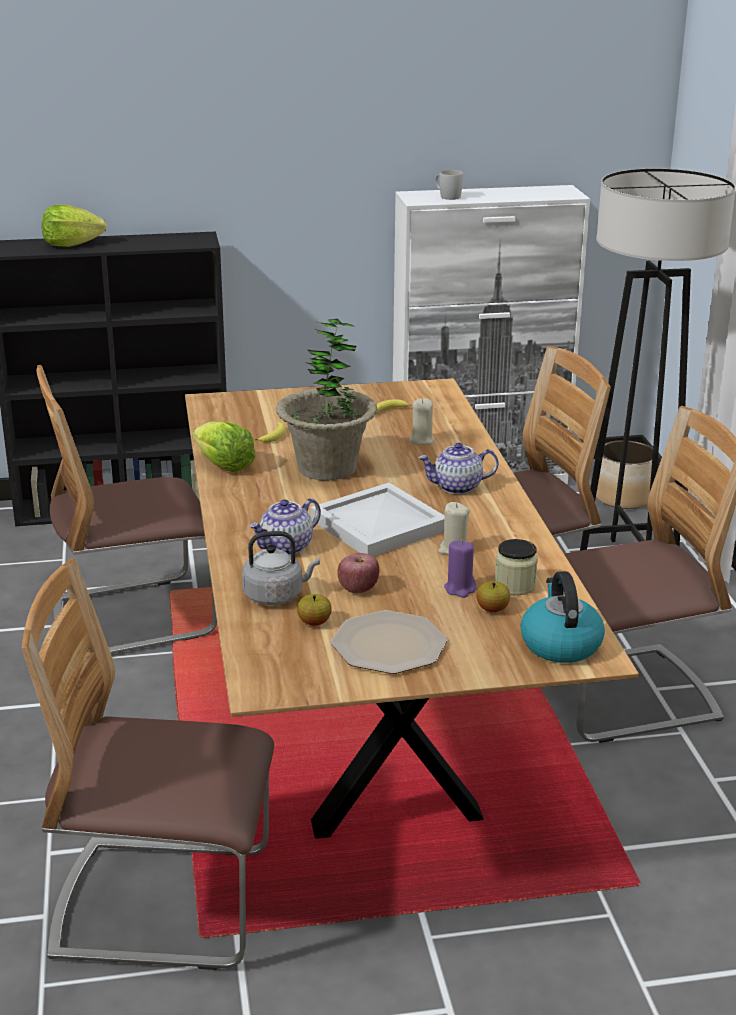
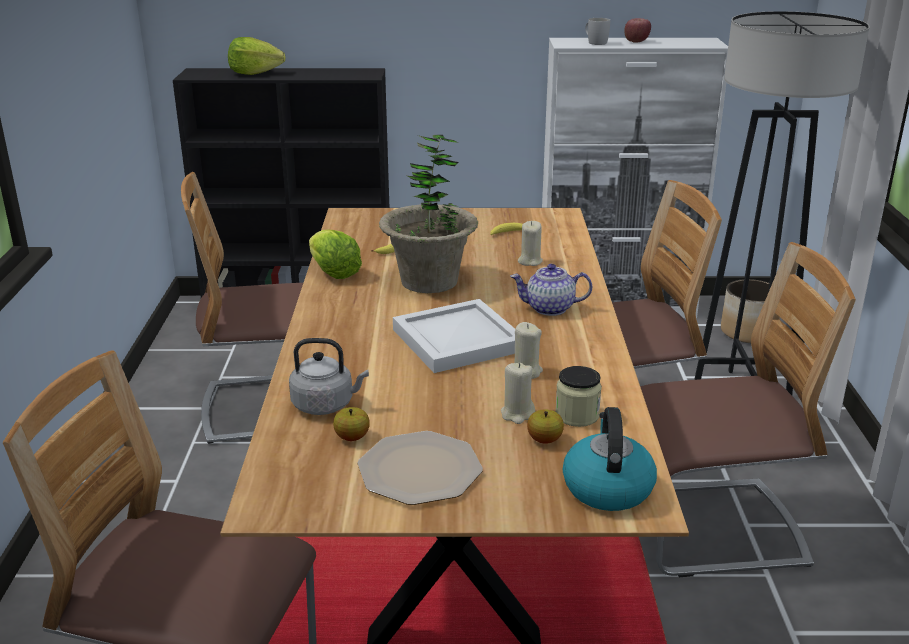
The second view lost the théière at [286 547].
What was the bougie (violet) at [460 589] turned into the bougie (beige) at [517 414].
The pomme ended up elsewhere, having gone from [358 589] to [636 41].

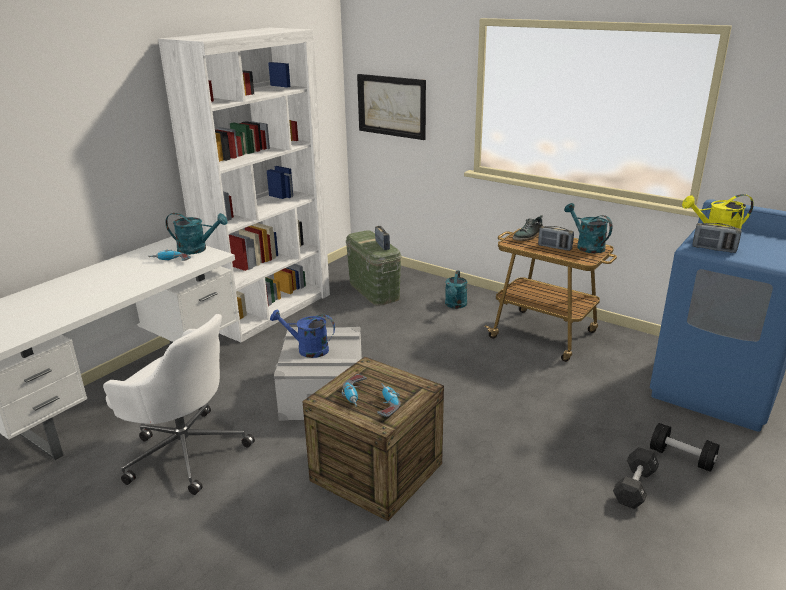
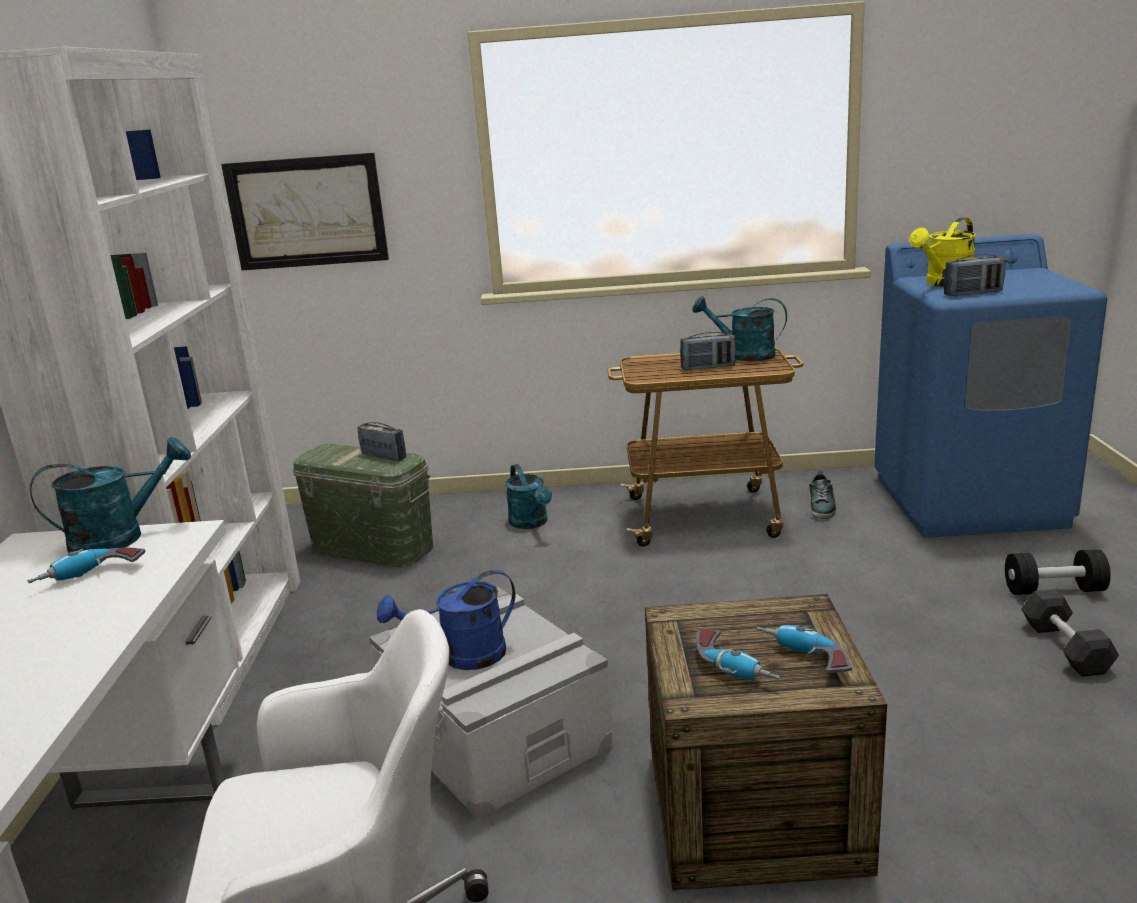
The chaussure ended up elsewhere, having gone from [528 236] to [822 507].

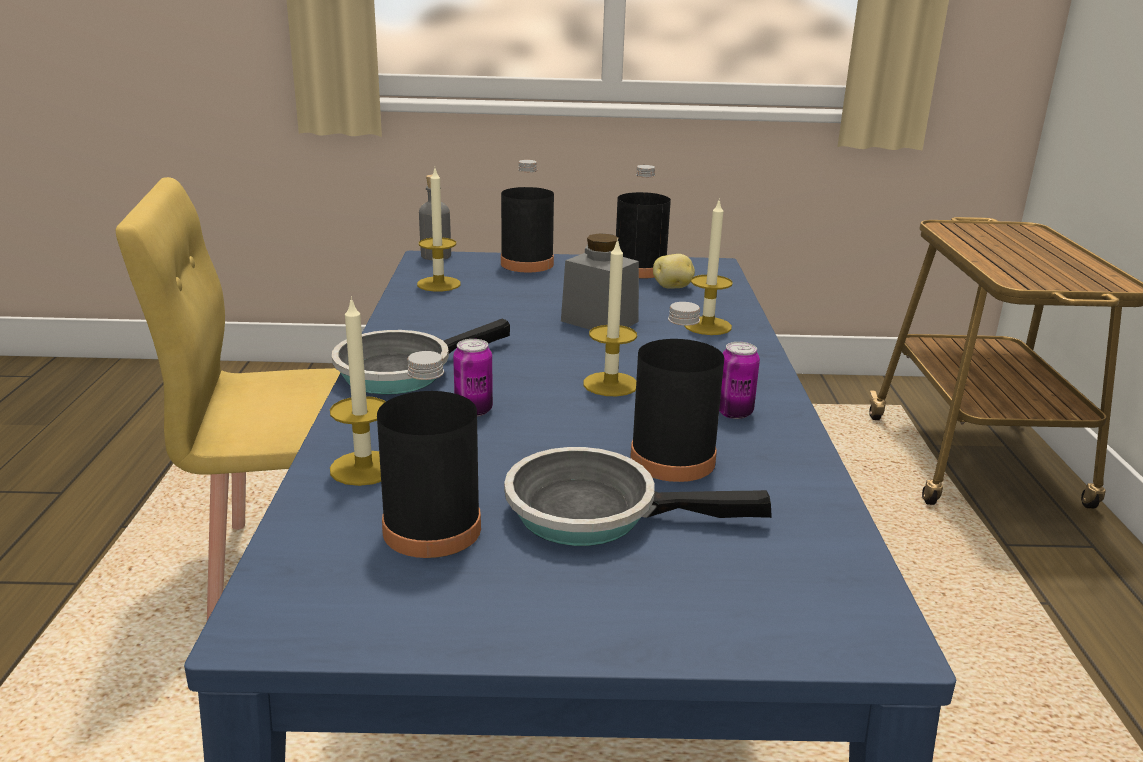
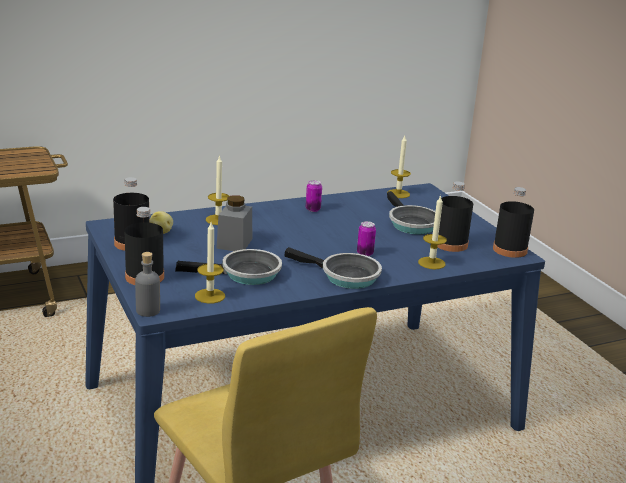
The bougie ended up elsewhere, having gone from [610 384] to [398 194].
The bouteille (noir) ended up elsewhere, having gone from [672 460] to [510 250].
The second view gained the poêle at [245 274].

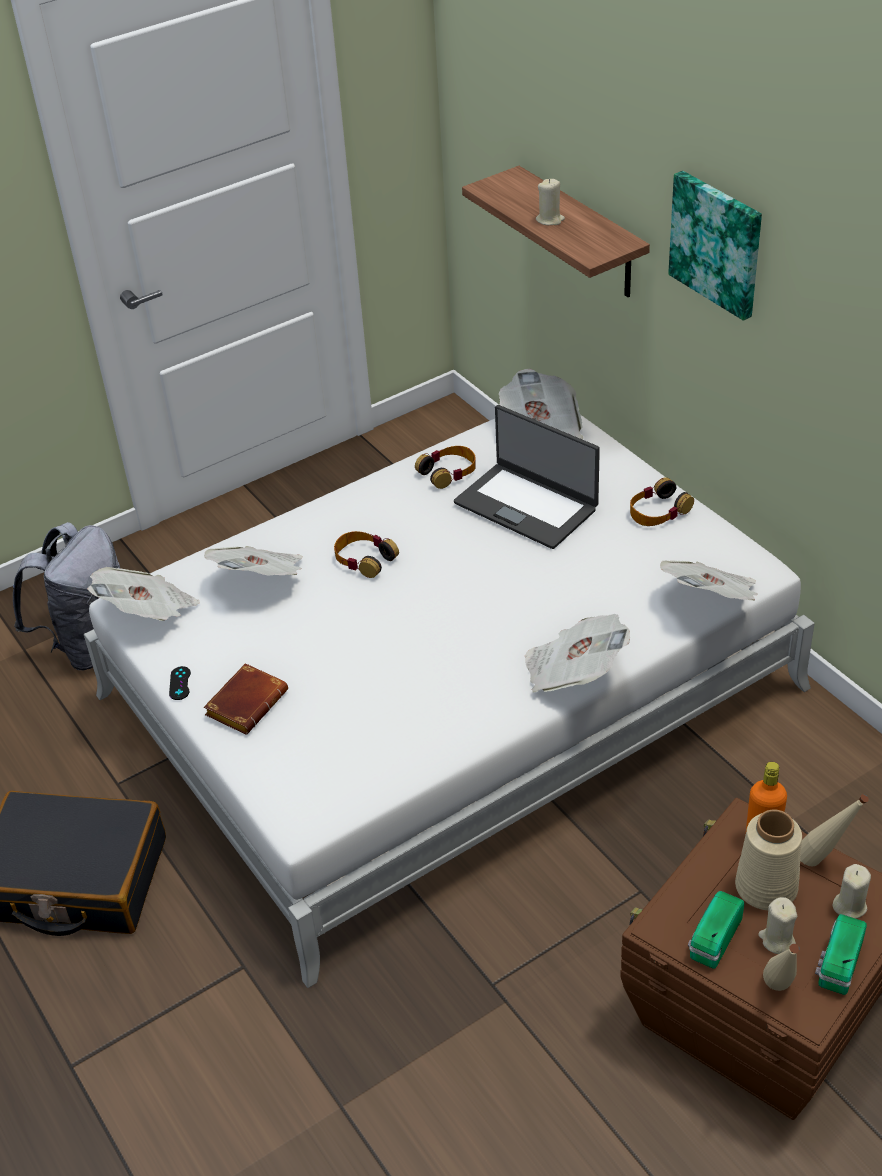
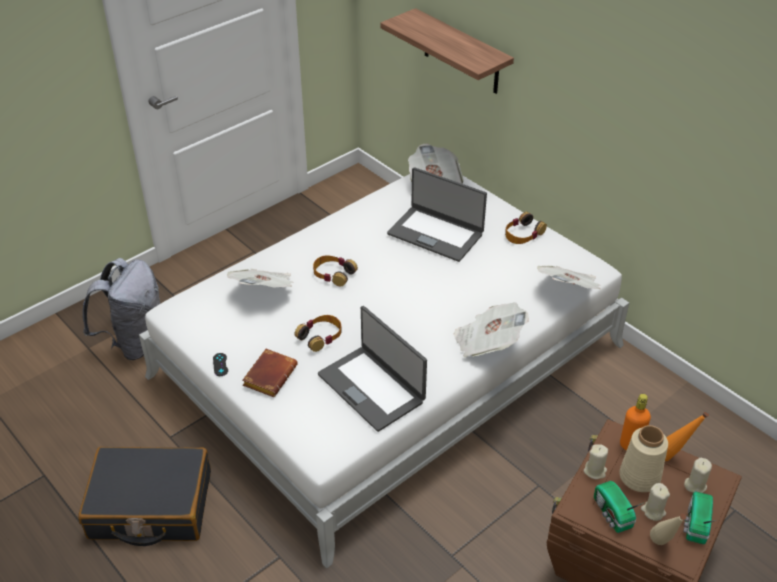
The second view lost the tableau at [717 243].
The bougie (beige) ended up elsewhere, having gone from [550 220] to [595 471].
The casque audio ended up elsewhere, having gone from [448 472] to [320 336].
The second view lost the journal at [149 613].
What was the bouteille (beige) at [824 862] turned into the bouteille (orange) at [673 458].
The radio at [713 940] ended up facing another way, 45 degrees counterclockwise from before.
The second view gained the ordinateur portable at [372 387].

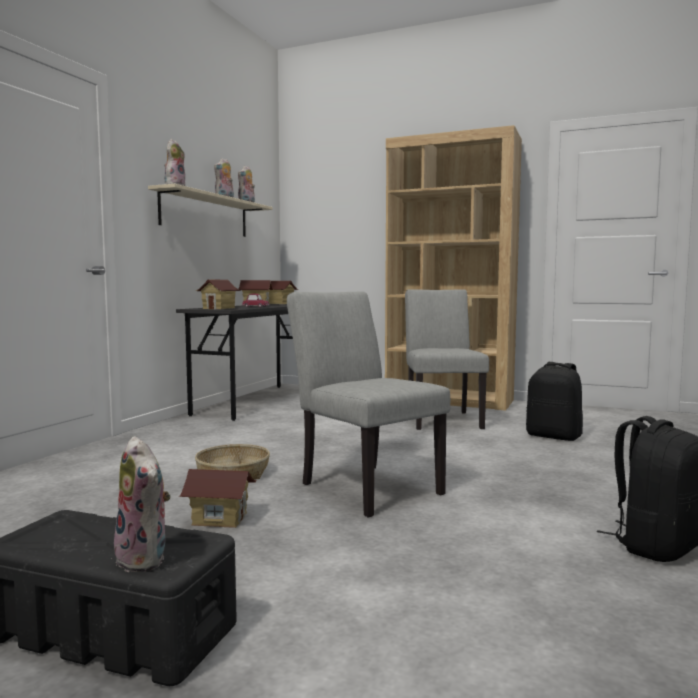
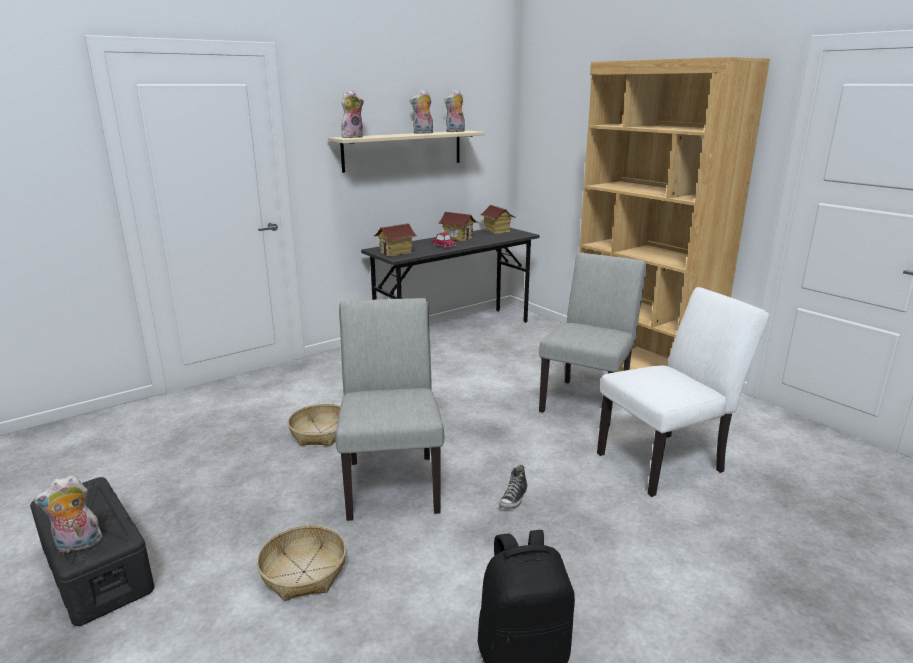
Where the sac à dos (noir) stood at [554 436], the chaise (blanc) came to stand at [667 461].
The peluche at [146 559] ended up facing another way, 75 degrees clockwise from before.
The second view lost the maison miniature at [220 519].
The second view gained the chaussure at [514 499].
The second view gained the panier at [304 571].

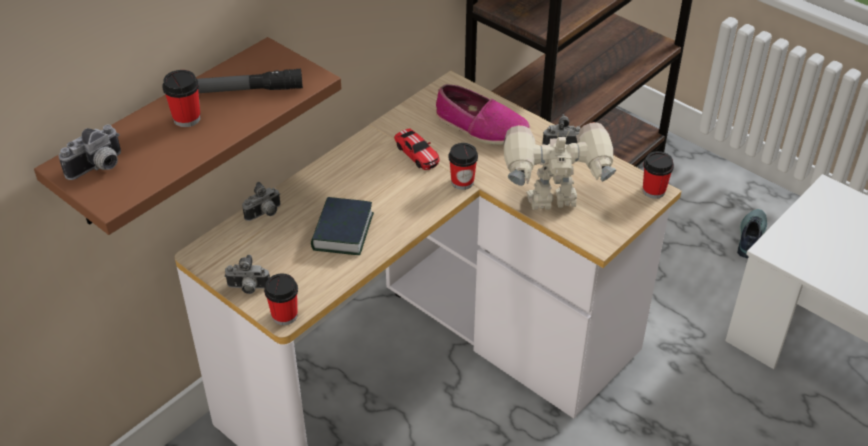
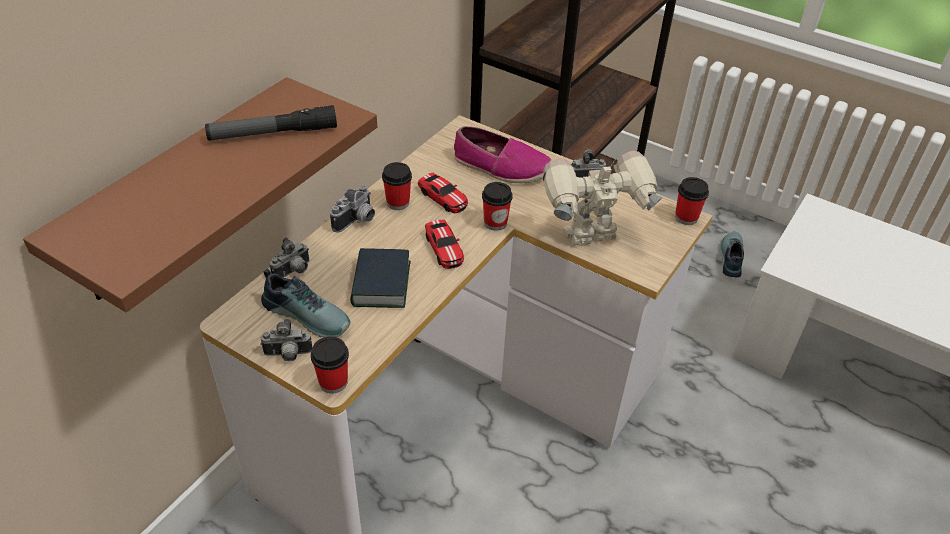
The tasse ended up elsewhere, having gone from [187 118] to [398 203].
The appareil photo ended up elsewhere, having gone from [98 168] to [357 221].
The second view gained the petite voiture at [444 248].
The second view gained the chaussure at [308 314].

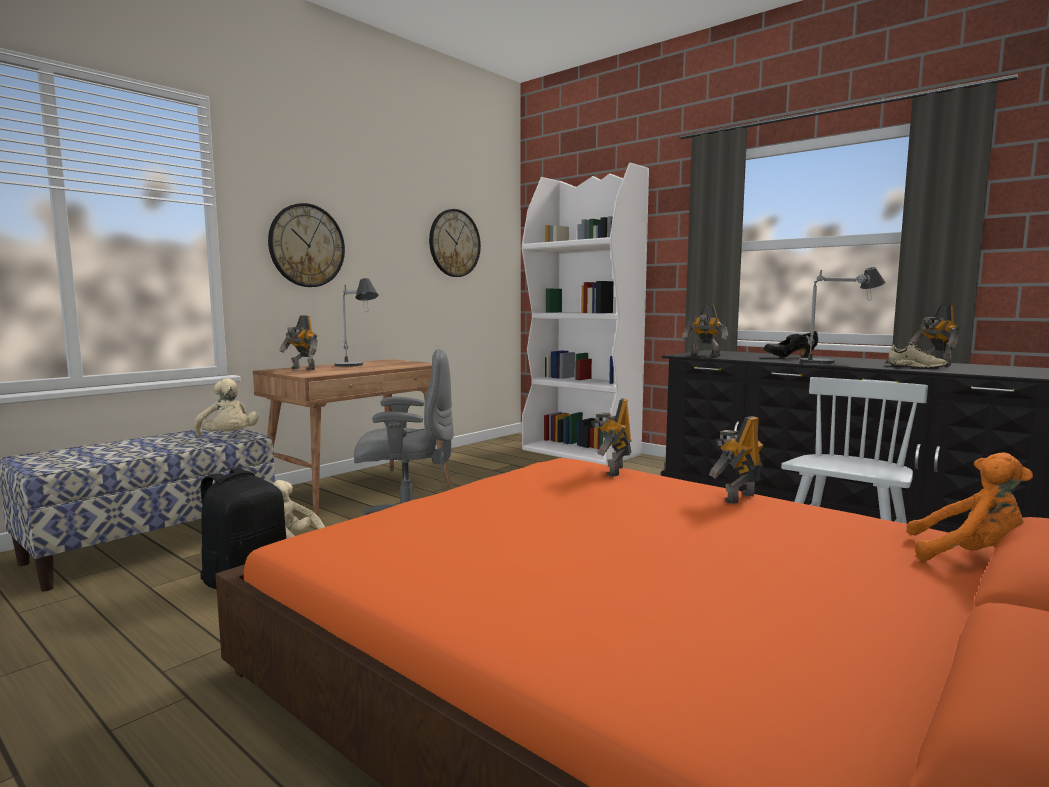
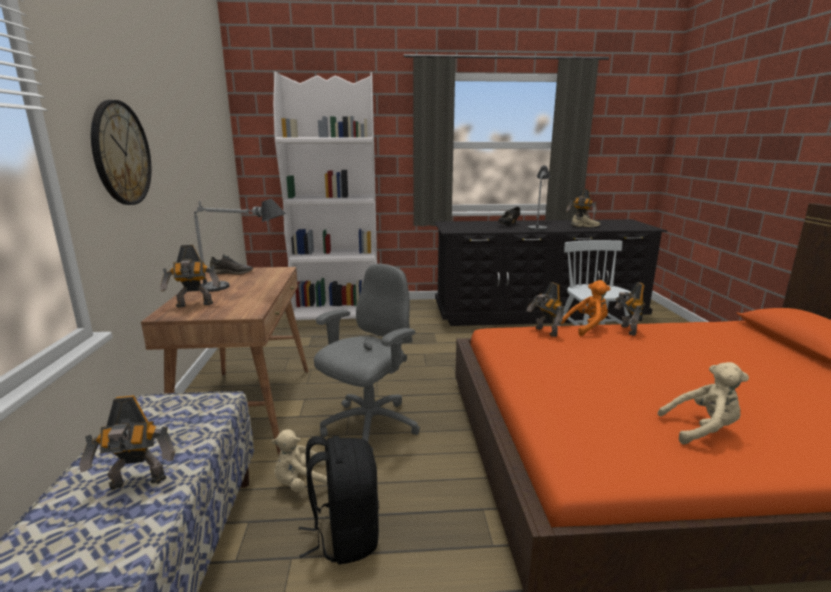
The second view lost the horloge murale at [454 243].
The robot jouet ended up elsewhere, having gone from [705 355] to [137 484].
The peluche (beige) ended up elsewhere, having gone from [228 438] to [702 430].
The peluche (orange) ended up elsewhere, having gone from [969 555] to [587 327].
The second view gained the chaussure (gris) at [232 273].

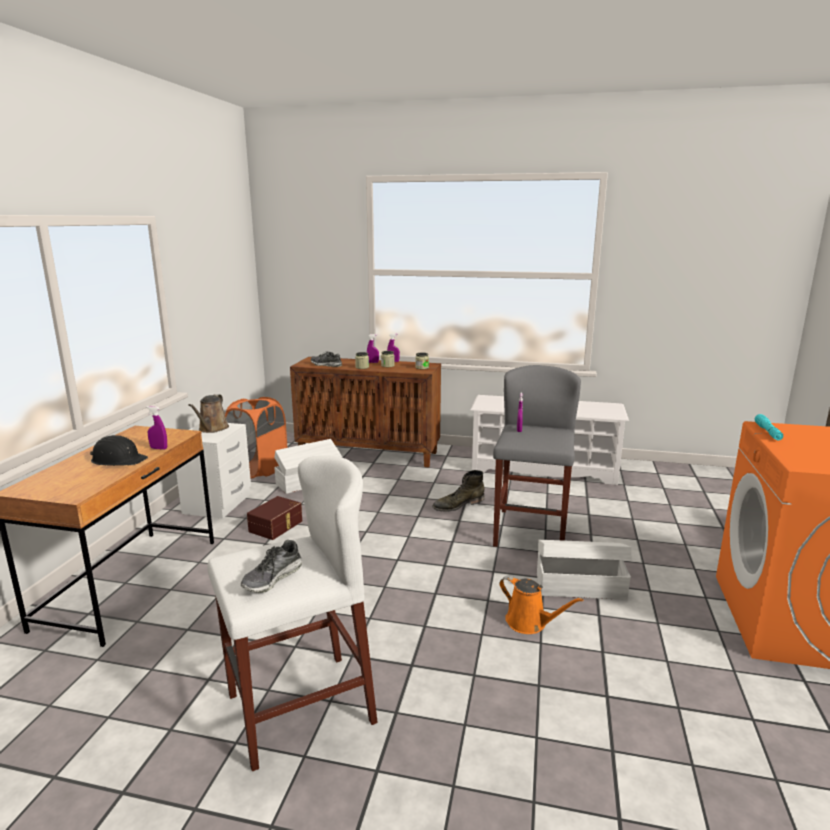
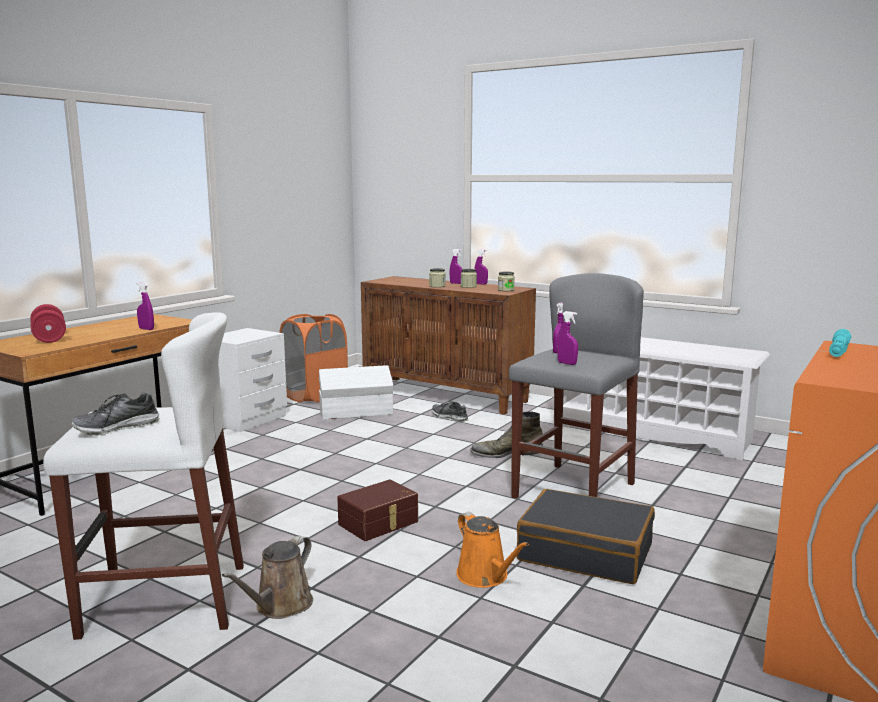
The chaussure ended up elsewhere, having gone from [326 365] to [449 417].
The arrosoir (marron) ended up elsewhere, having gone from [212 429] to [280 606].
The second view lost the casque de chantier (noir) at [118 460].
The boîte de rangement (marron) ended up elsewhere, having gone from [277 526] to [379 523].
Where the boîte de rangement (blanc) stood at [579 585], the valise (noir) came to stand at [585 552].
The second view gained the haltère (rouge) at [49 337].
The second view gained the vaporisateur (violet) at [567 363].

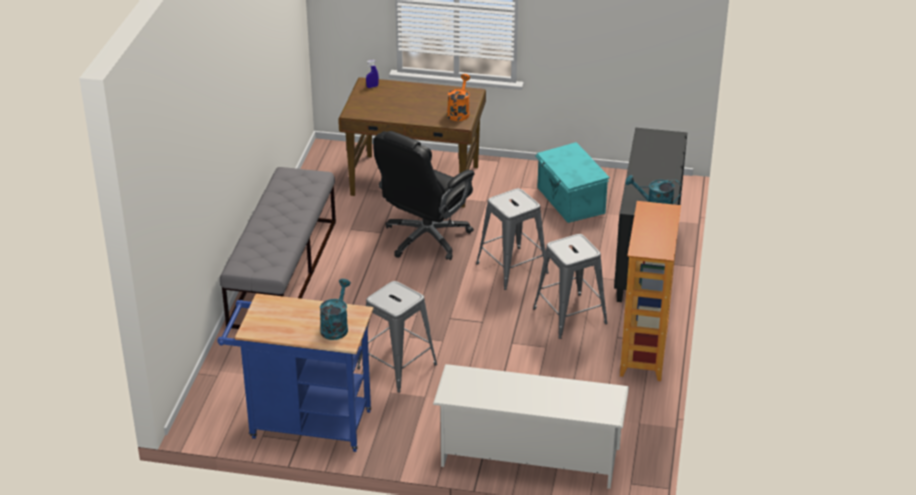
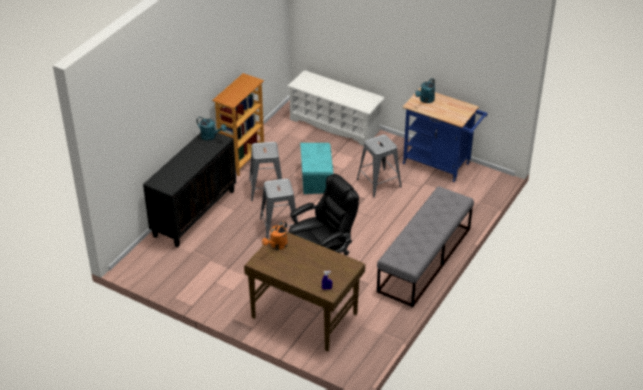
The boîte de rangement (turquoise) ended up elsewhere, having gone from [570 201] to [316 178].

